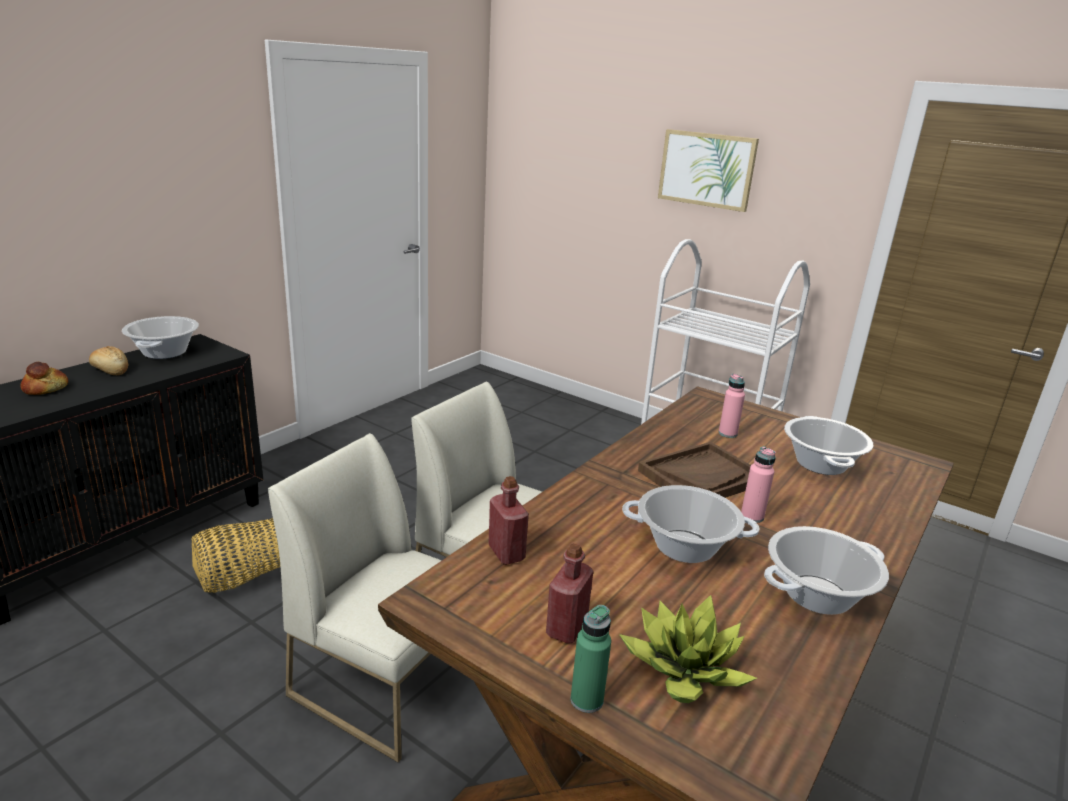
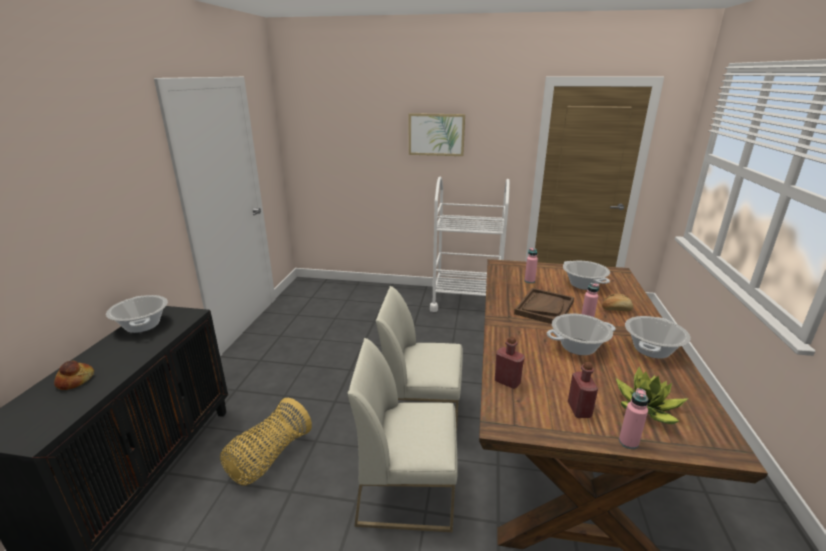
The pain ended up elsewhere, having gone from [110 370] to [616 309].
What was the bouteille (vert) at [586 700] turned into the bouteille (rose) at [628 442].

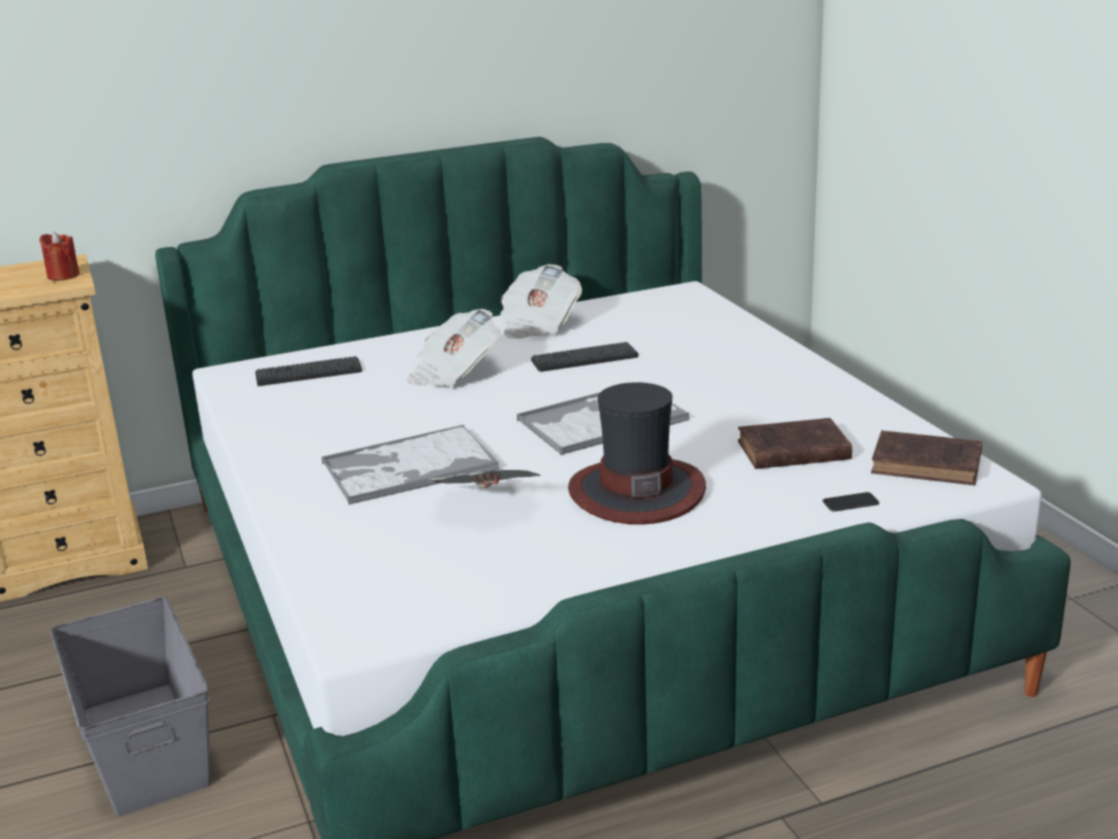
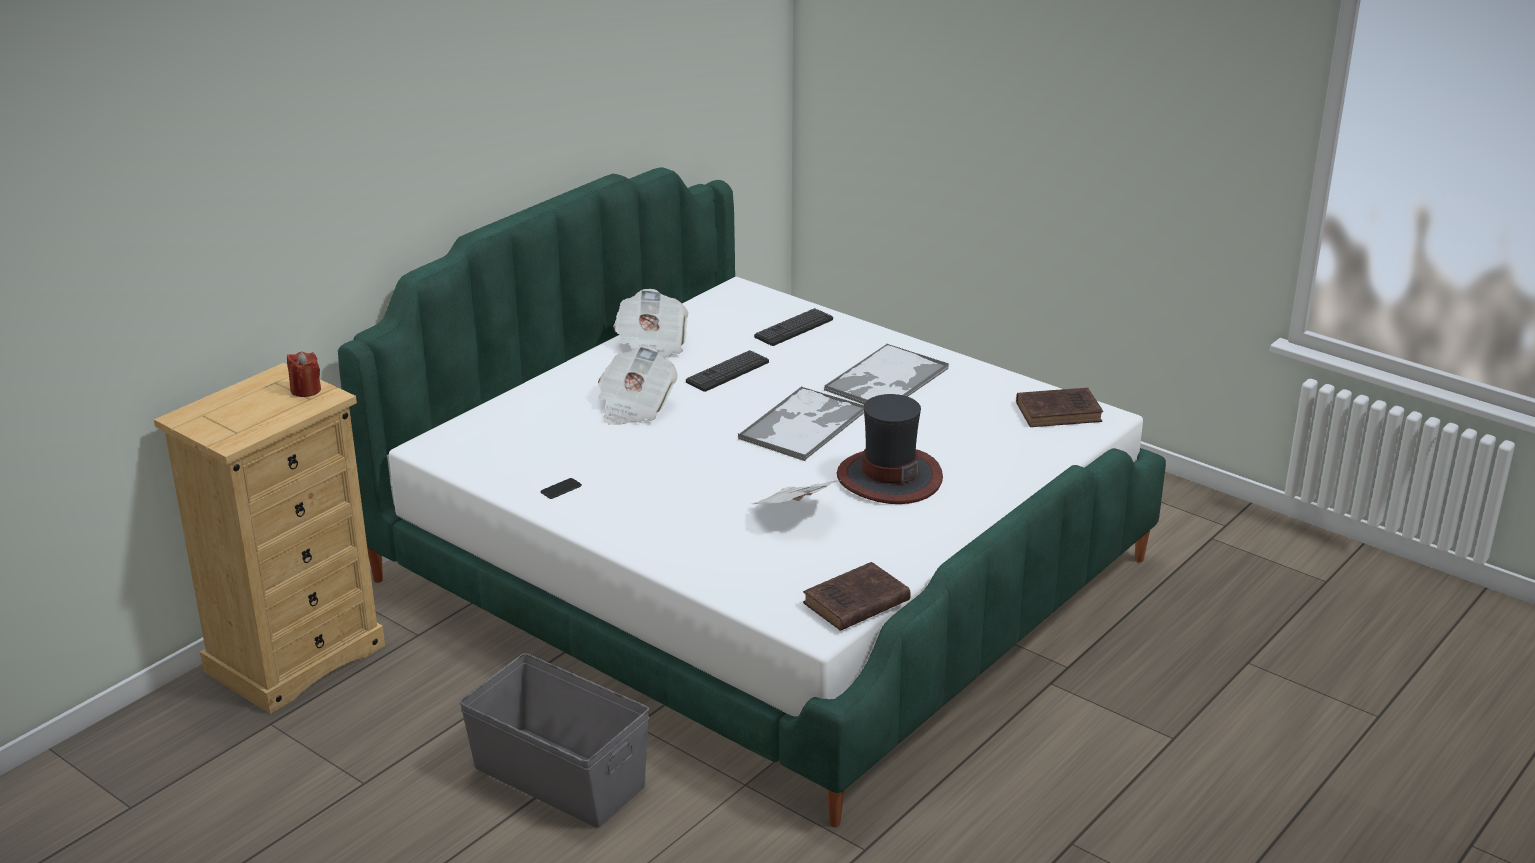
The clavier ended up elsewhere, having gone from [308 373] to [794 328].
The livre (marron) ended up elsewhere, having gone from [790 451] to [854 603].
The plateau ended up elsewhere, having gone from [408 467] to [886 380].
The téléphone ended up elsewhere, having gone from [850 503] to [561 489].

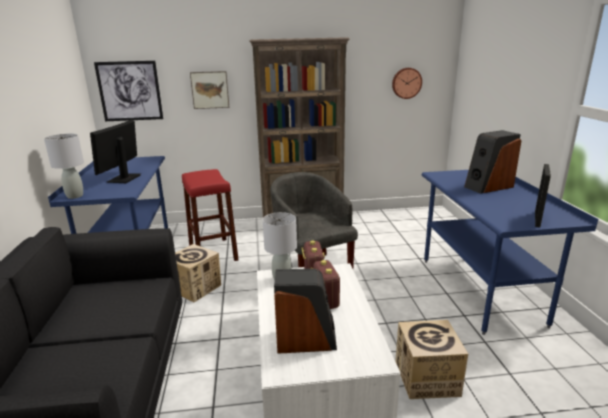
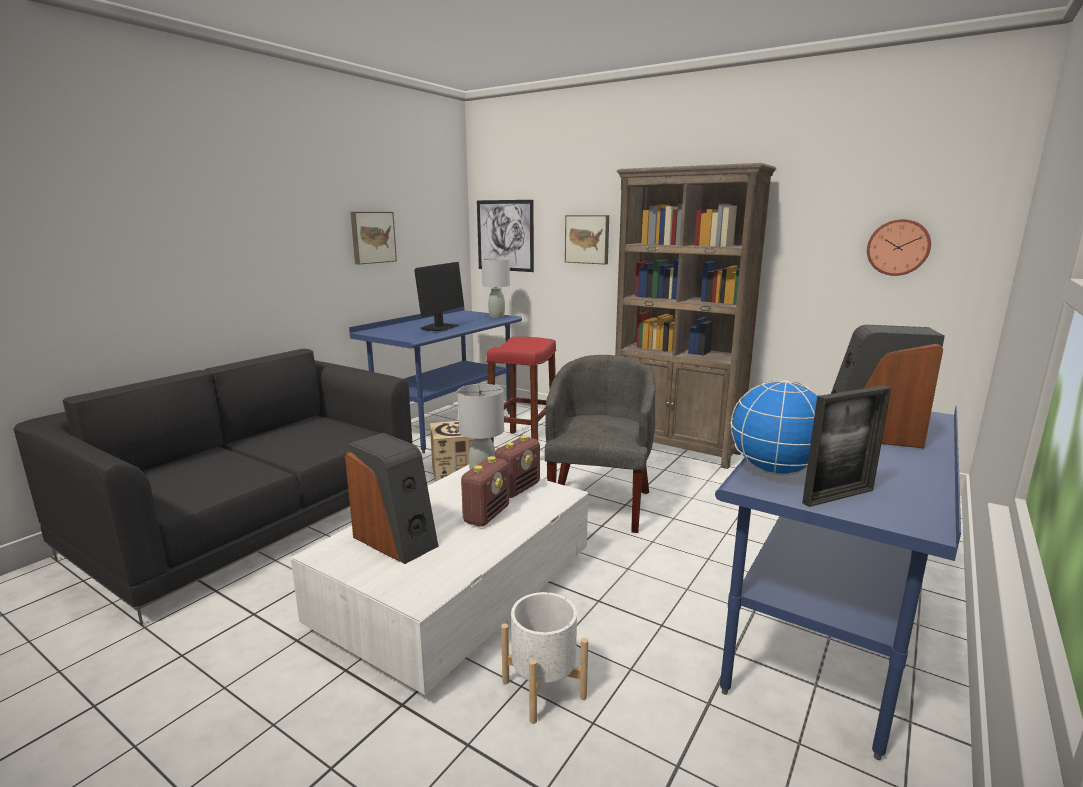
The écran d'ordinateur at [124 179] ended up facing another way, 150 degrees clockwise from before.
The lampe de table (gris) ended up elsewhere, having gone from [74 196] to [496 317].
Where the carton stood at [426 378], the cache-pot (blanc) came to stand at [544 689].
The second view gained the tableau at [372 237].
The second view gained the globe at [775 471].

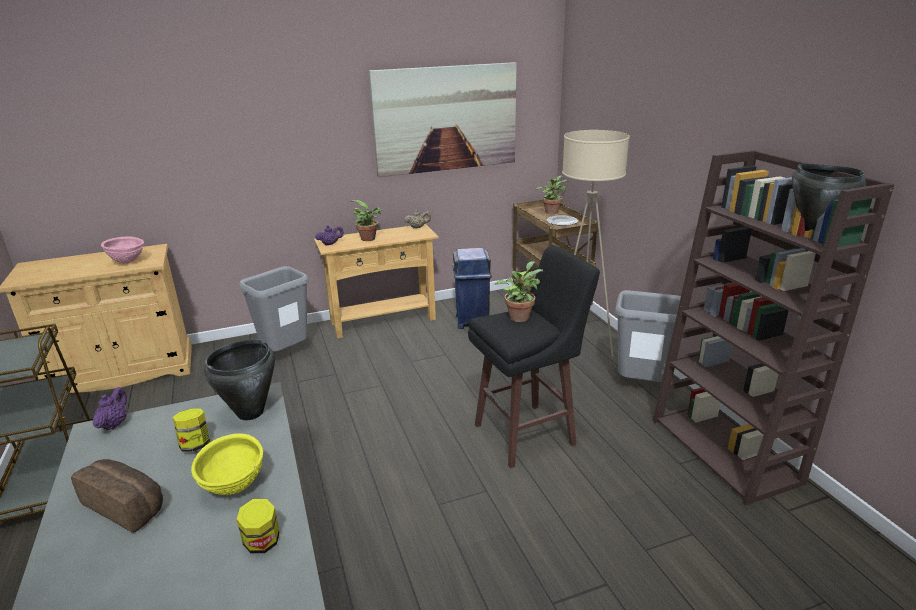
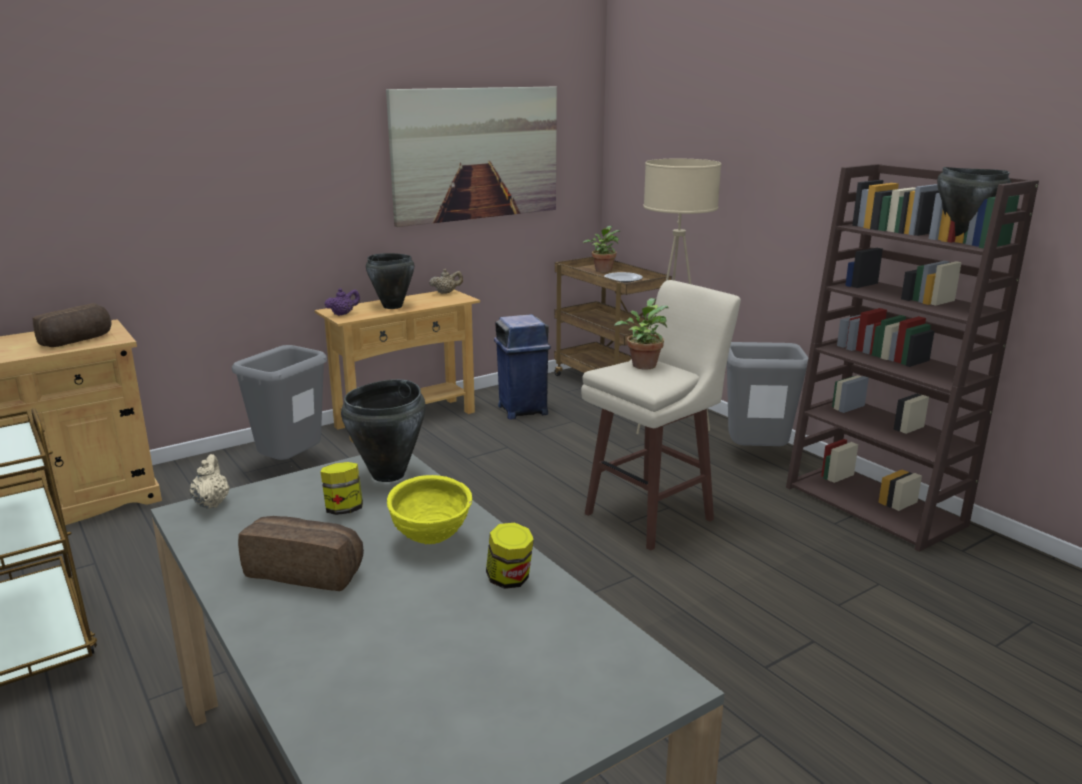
Where the plante en pot stood at [370 239], the marmite (noir) came to stand at [392 306].
Where the bol (rose) stood at [128 262], the pain came to stand at [77 341].
What was the tabouret (noir) at [527 434] turned into the tabouret (beige) at [652 516].
What was the théière (violet) at [114 424] turned into the théière (beige) at [212 503].

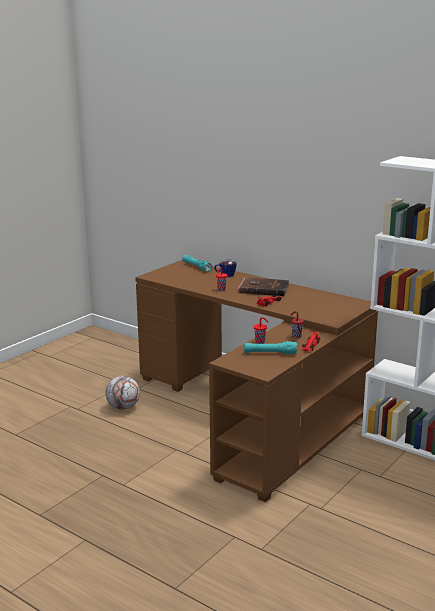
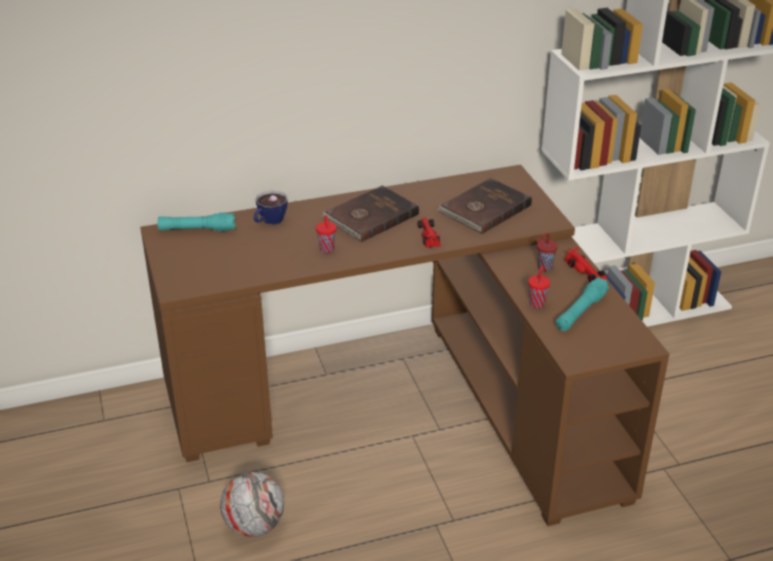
The second view gained the livre (marron) at [484 209].

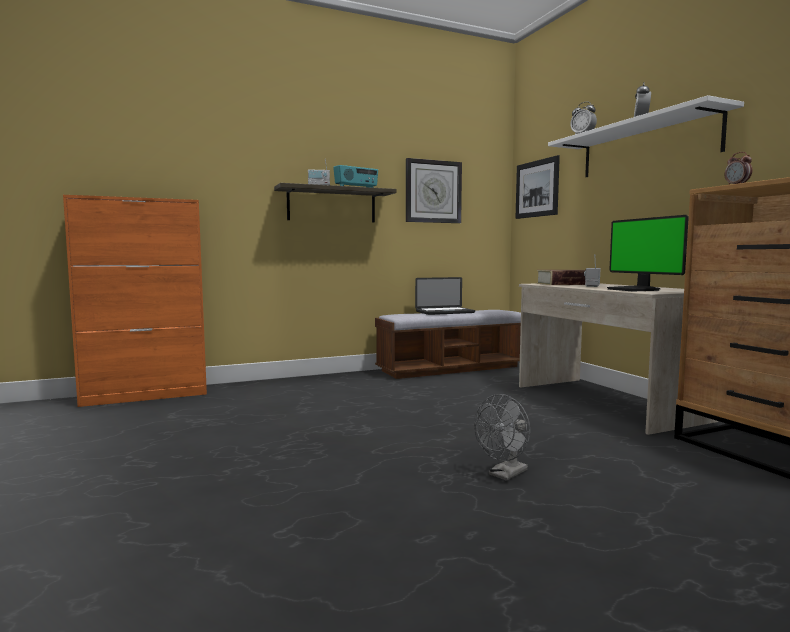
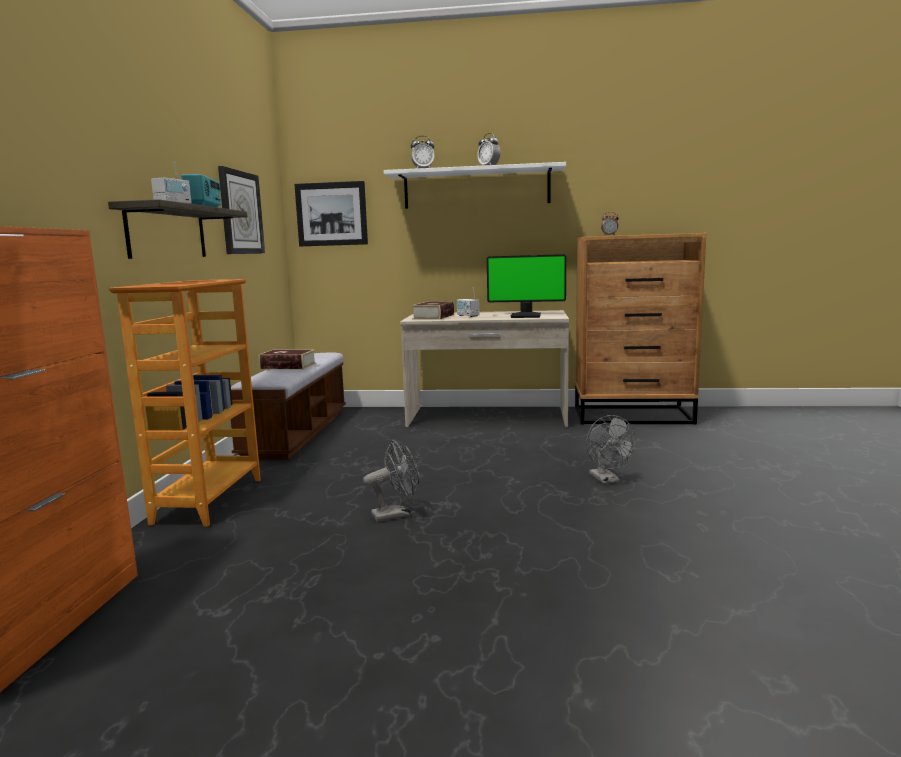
Where the ordinateur portable stood at [445 312], the livre came to stand at [288 366].
The second view gained the bibliothèque at [208 500].
The second view gained the ventilateur (gris) at [396 514].

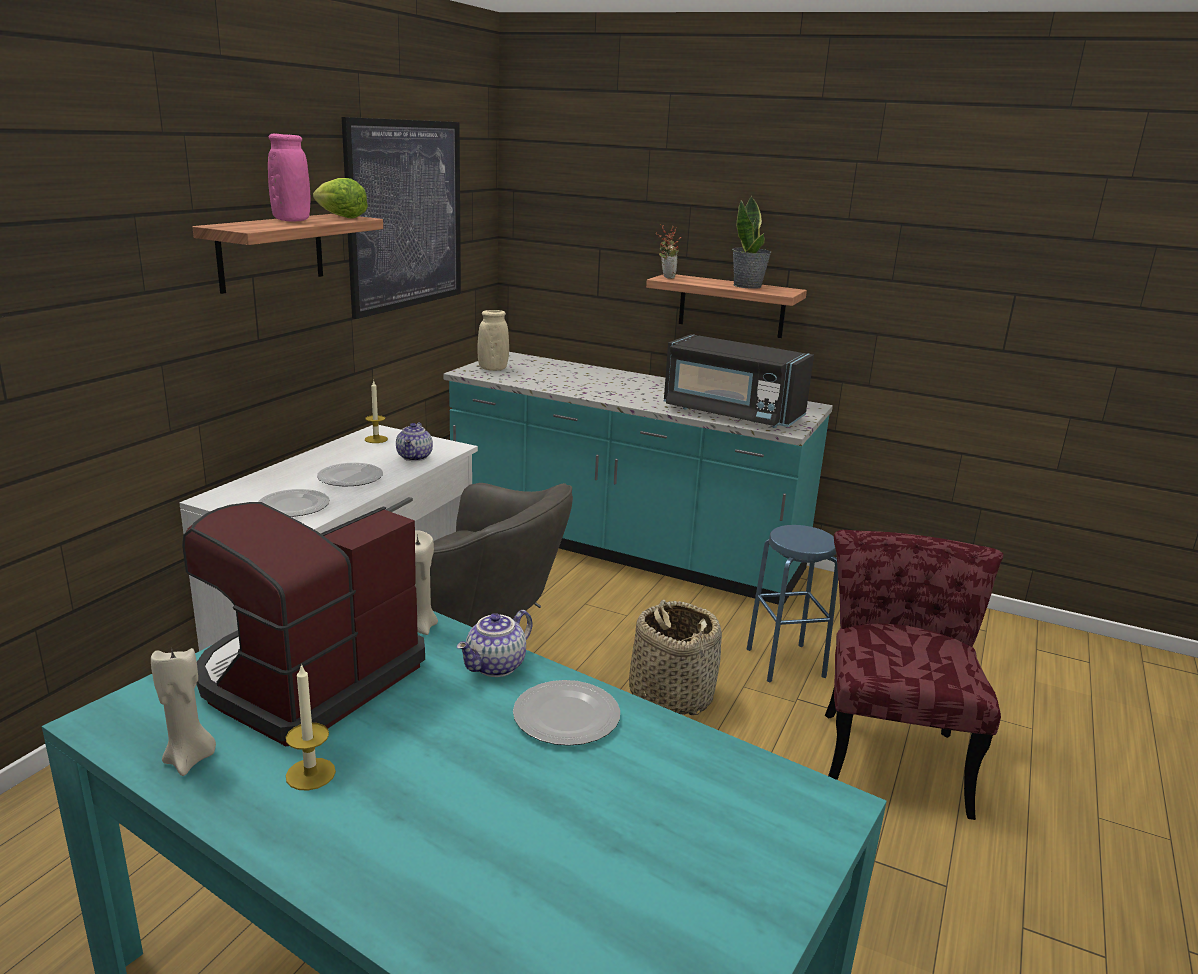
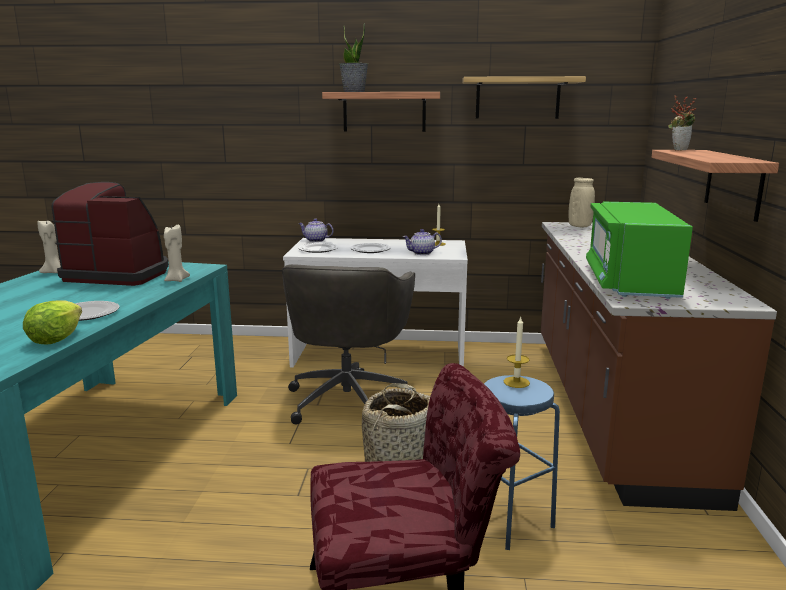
Where the tableau hung at [406 215], the étagère came to hang at [517 98].
The second view lost the vase (rose) at [291 220].
The laitue ended up elsewhere, having gone from [341 217] to [56 339].
The plante en pot ended up elsewhere, having gone from [748 286] to [354 91].
What was the micro-ondes (noir) at [731 414] turned into the micro-ondes (vert) at [629 281].
What was the comptoir de cuisine (turquoise) at [623 549] turned into the comptoir de cuisine (marron) at [610 408].
The théière ended up elsewhere, having gone from [496 667] to [315 240].
The bougie ended up elsewhere, having gone from [310 774] to [516 382].

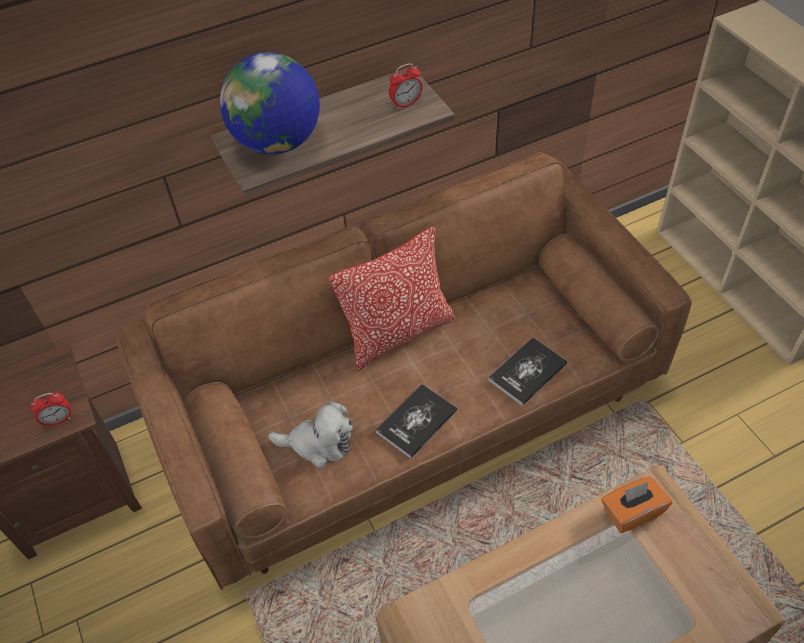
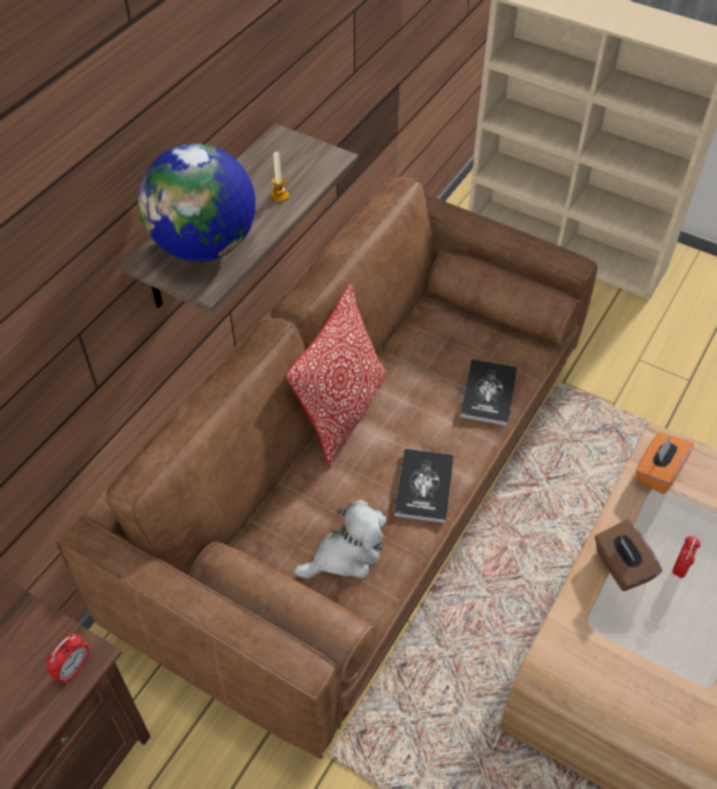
The réveil ended up elsewhere, having gone from [406 104] to [679 568].
The second view gained the bougie at [279 196].
The second view gained the boîte à mouchoirs (marron) at [621 566].

